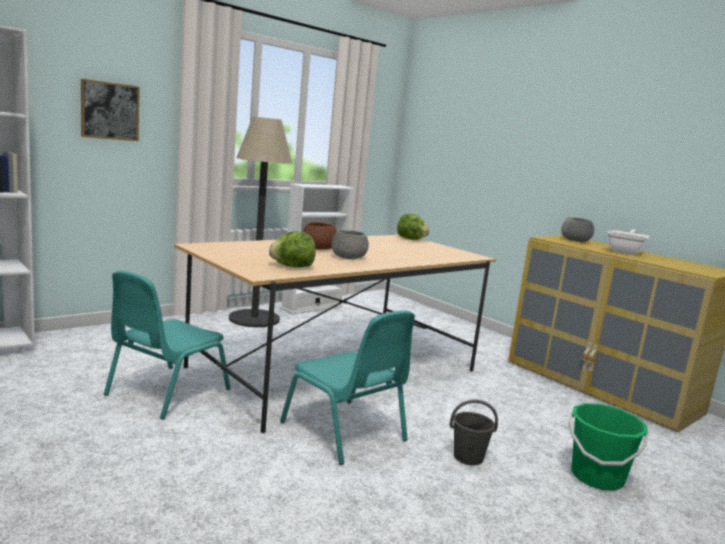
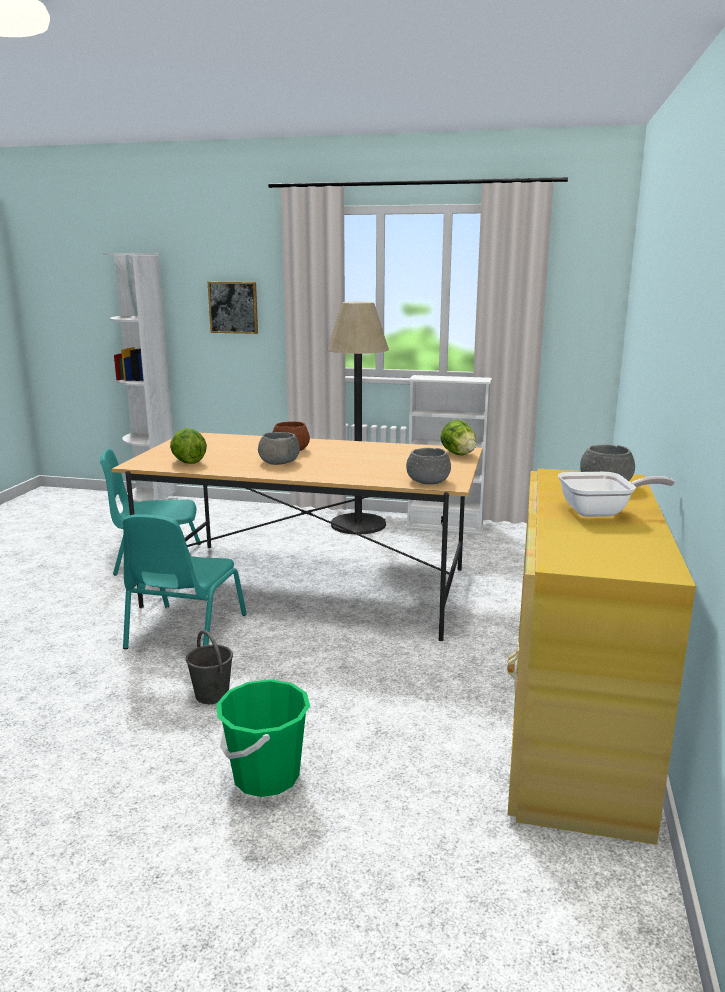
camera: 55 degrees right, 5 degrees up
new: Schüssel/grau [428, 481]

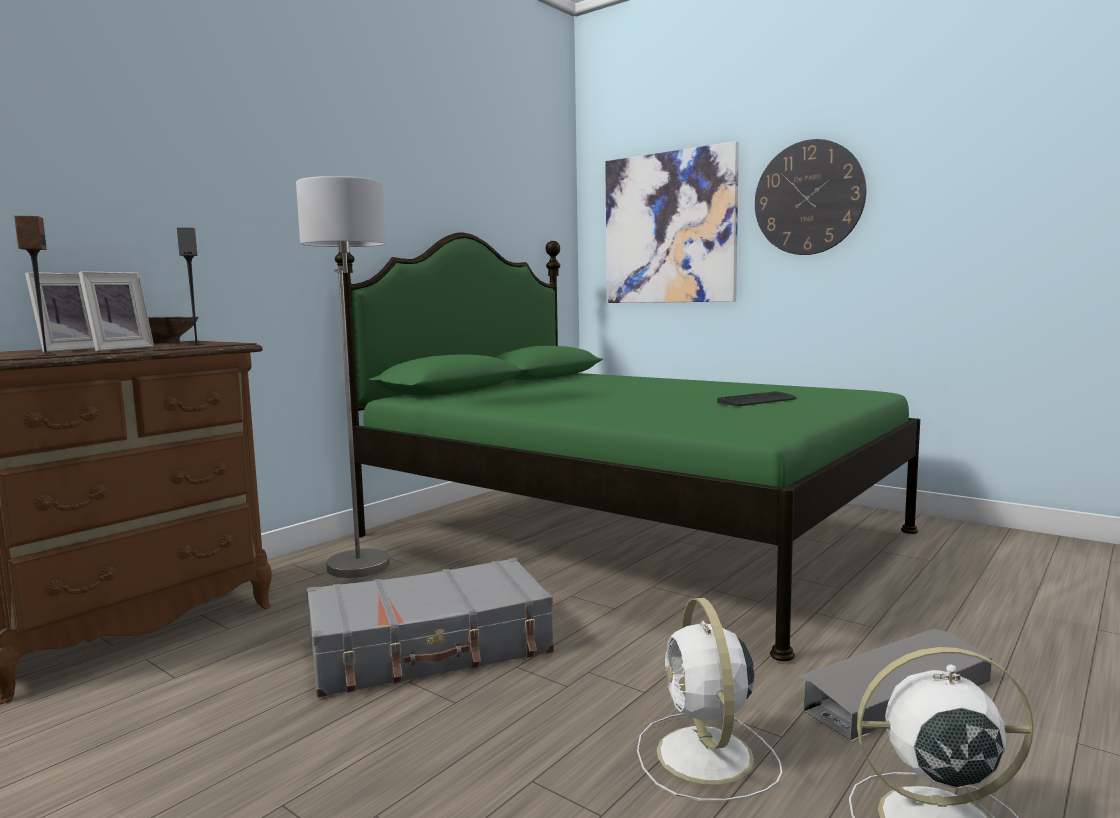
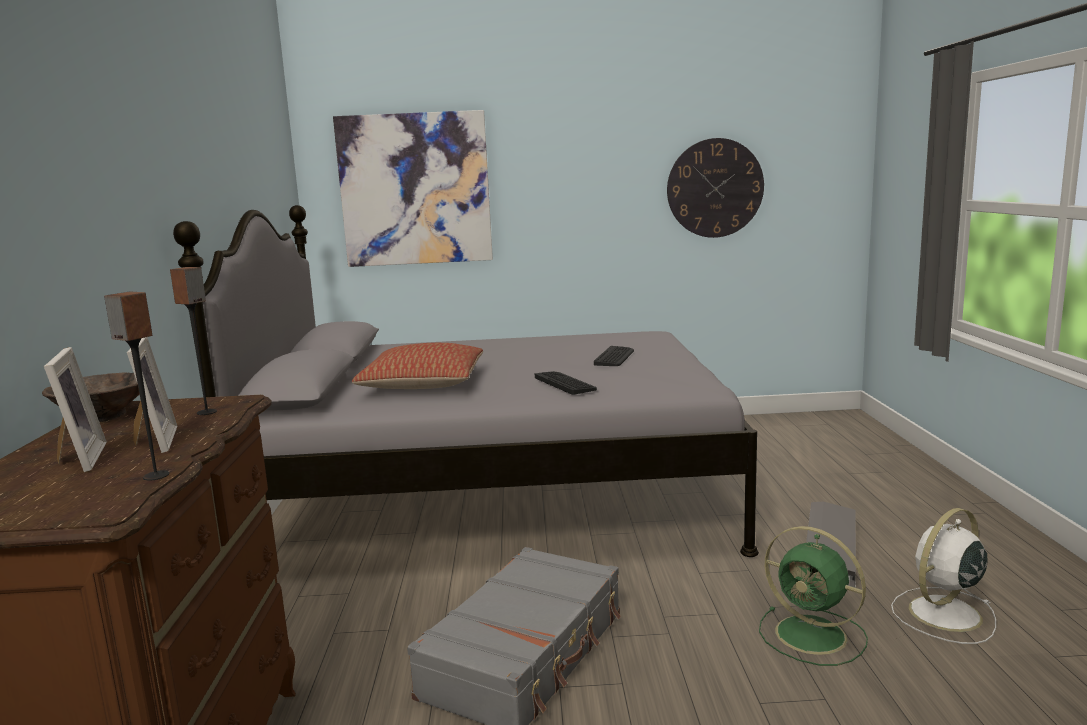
camera: 40 degrees left, 5 degrees up
gone: Stehlampe/grau [362, 572]
new: Kissen [423, 384]; Tastatur [565, 383]
shifted: Wanduhr [808, 198] to [715, 188]
repainted: Bett/grün [630, 534] to Bett/grau [498, 496]; Ventilator/weiß [706, 757] to Ventilator/grün [814, 636]

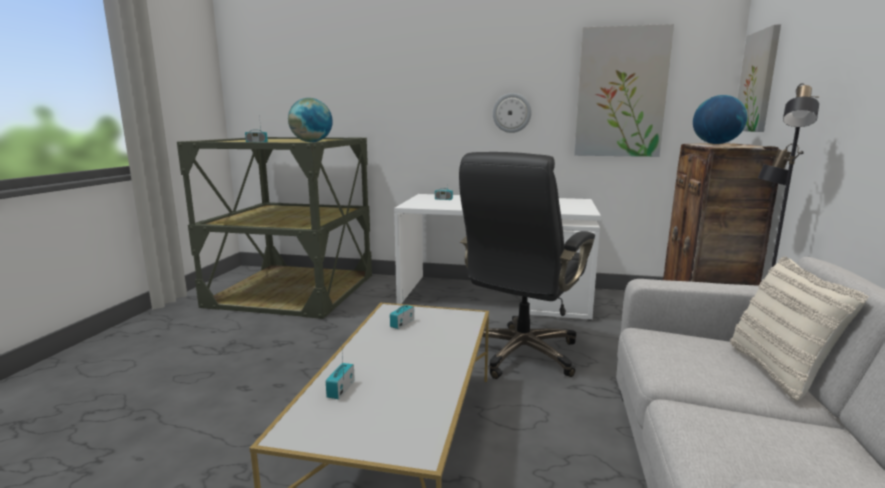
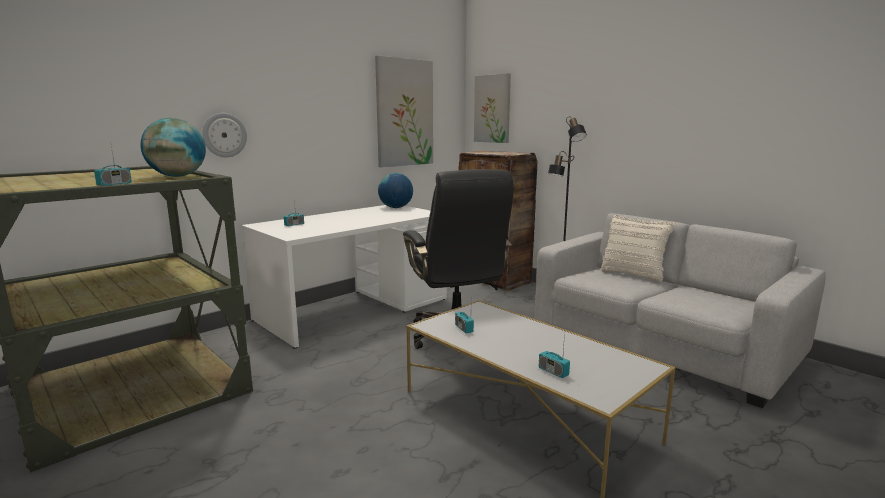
camera: 55 degrees left, 0 degrees up
shifted: Wanduhr [512, 113] to [224, 135]; Globus [715, 144] to [395, 207]

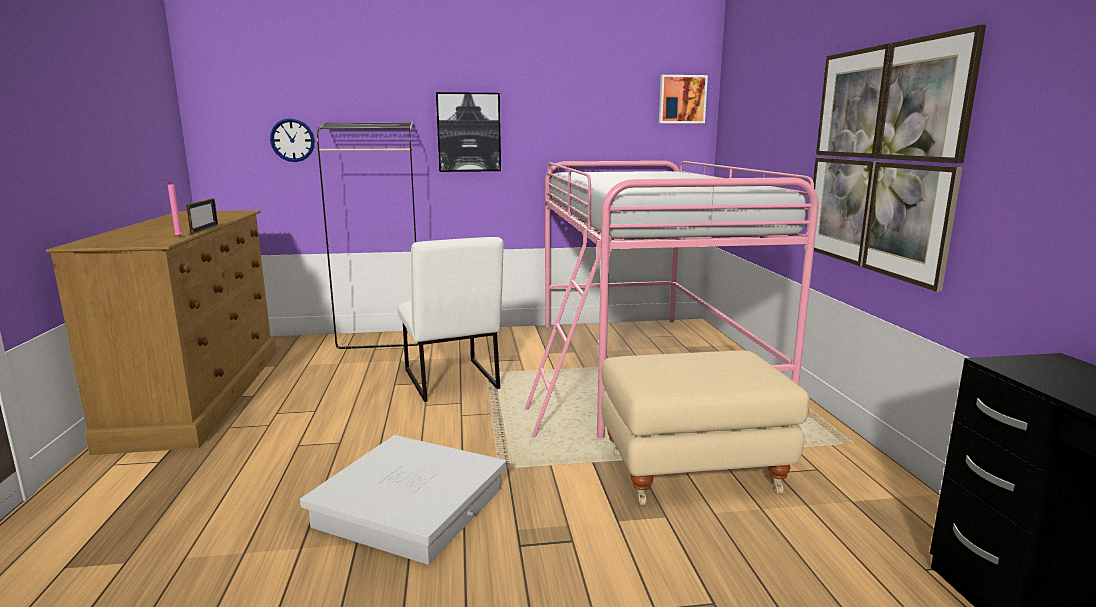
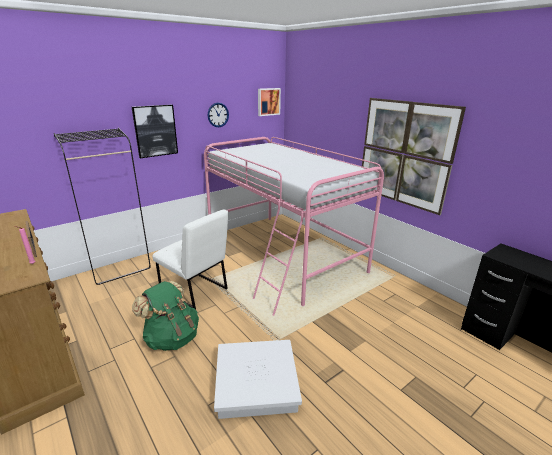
camera: 30 degrees left, 10 degrees up
gone: Polsterhocker/beige [693, 469]
new: Rucksack/grün [171, 338]
shifted: Wanduhr [292, 140] to [218, 115]

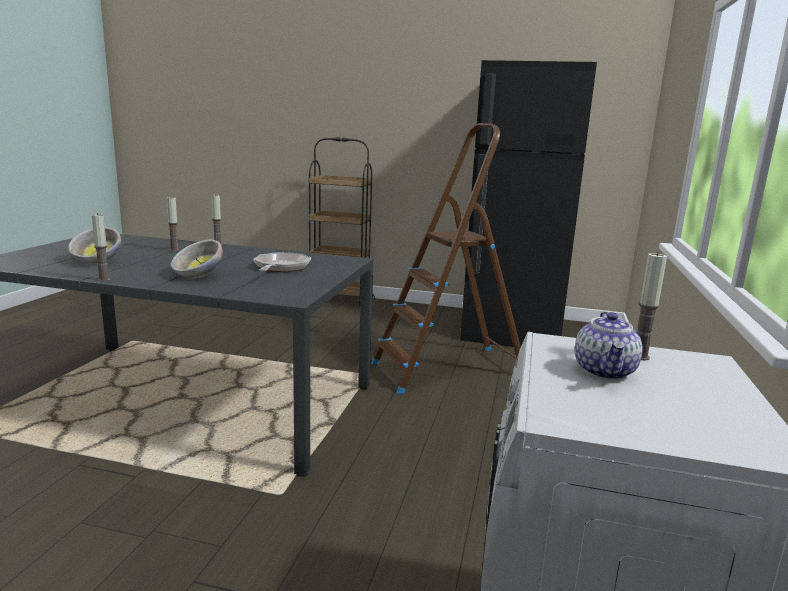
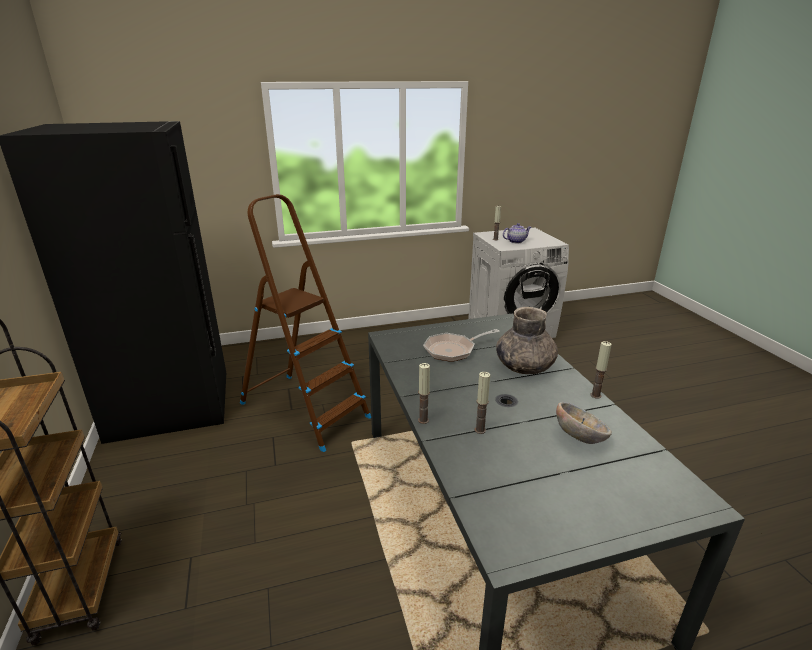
camera: 120 degrees left, 10 degrees up
swapped: Schüssel [198, 276] to Vase/grau [524, 366]

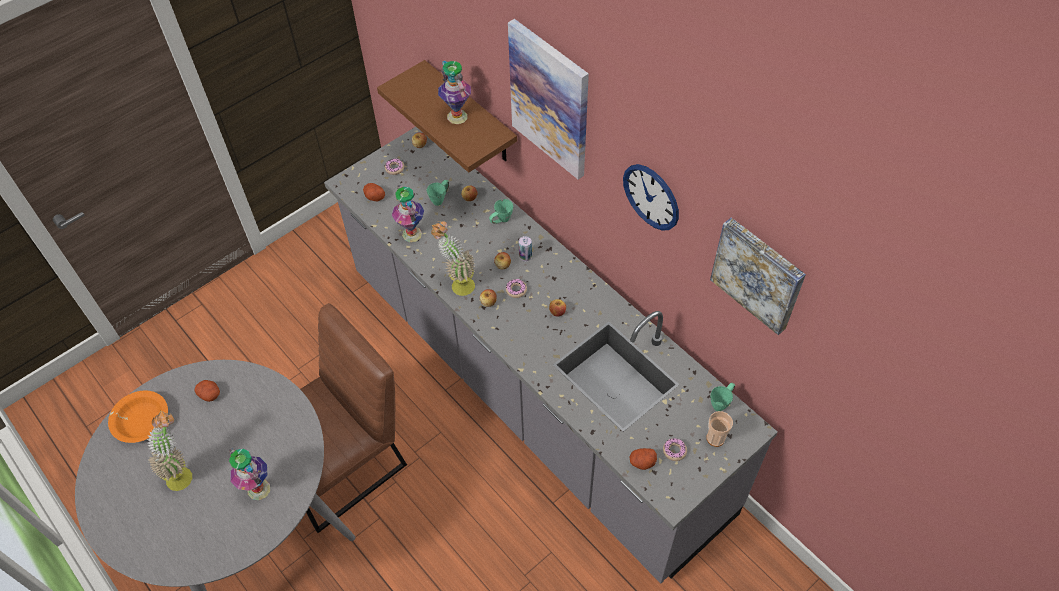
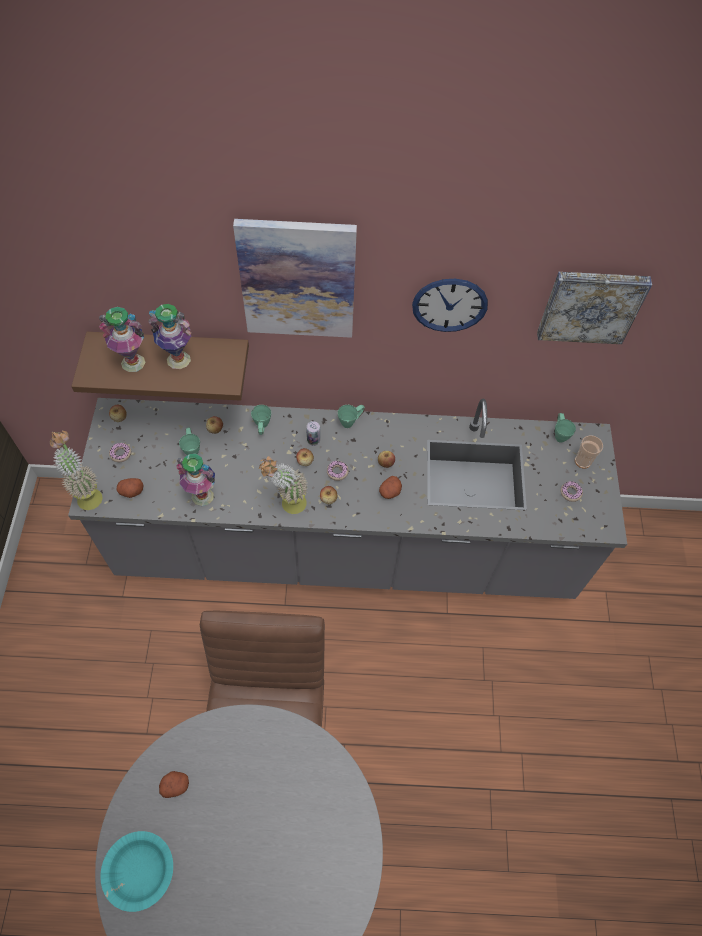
camera: 50 degrees left, 5 degrees up
new: Henkelbecher/grün [351, 421]
shifted: Topfpflanze [182, 472] to [87, 493]; Vase [259, 489] to [133, 362]; Kartoffel [642, 462] to [390, 492]
repainted: Schüssel/orange [142, 421] to Schüssel/türkis [139, 871]

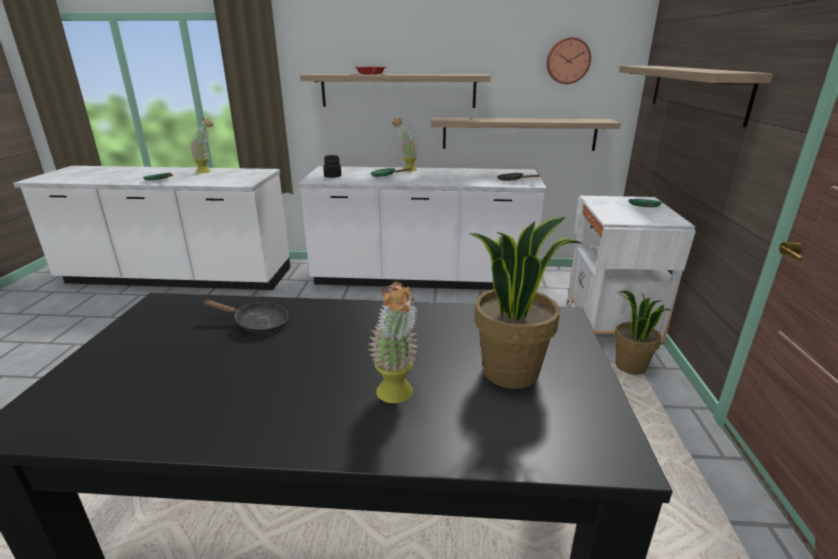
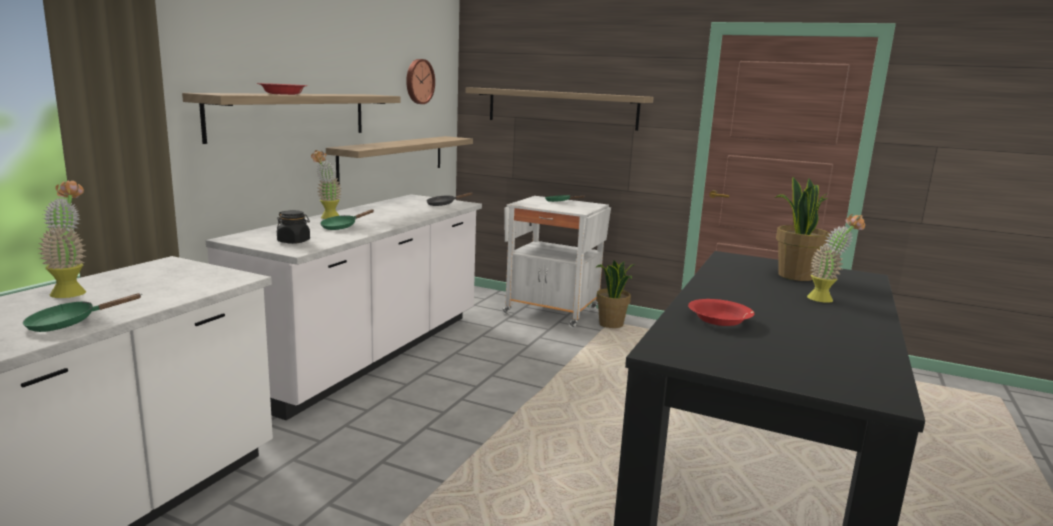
camera: 70 degrees left, 10 degrees down
swapped: Pfanne/schwarz [257, 323] to Schüssel/rot [719, 320]

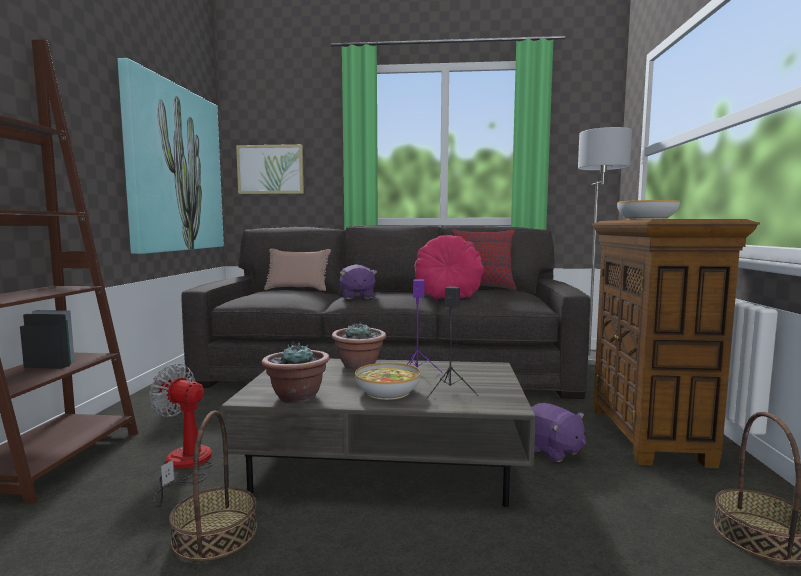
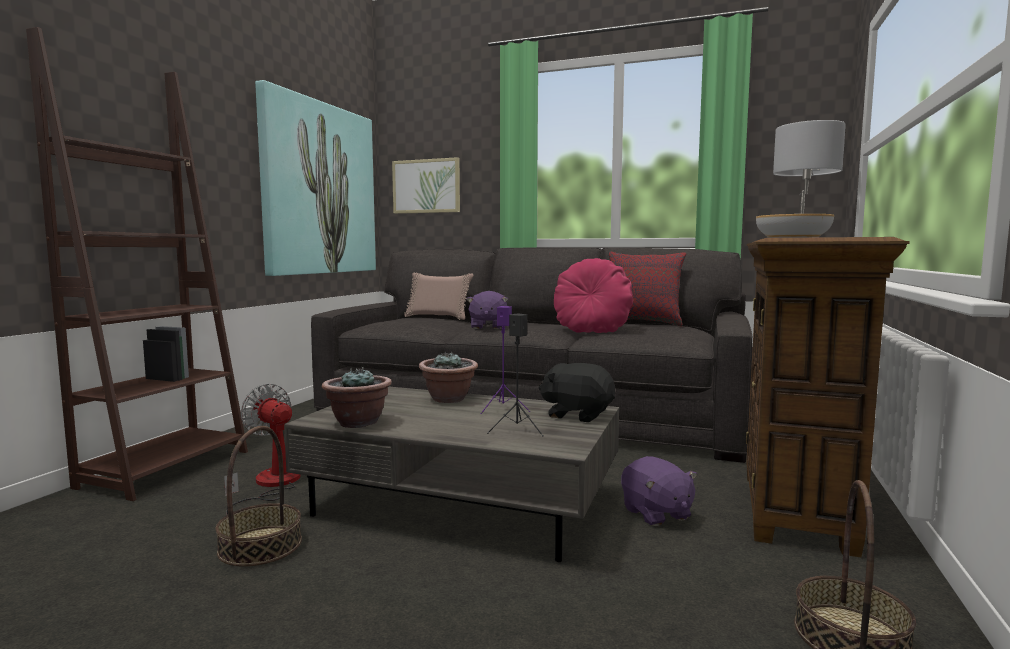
camera: 15 degrees right, 0 degrees up
gone: Schüssel [387, 392]
new: Plüschtier/schwarz [577, 414]

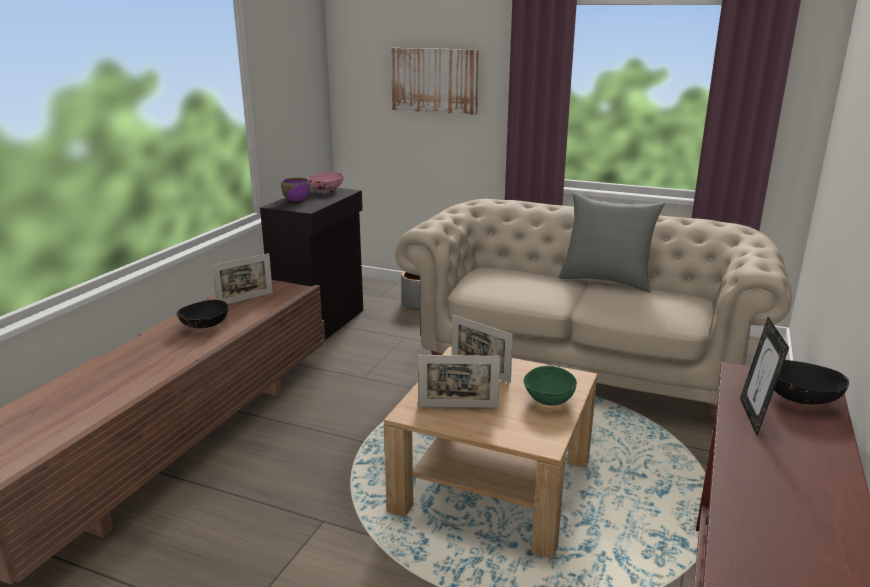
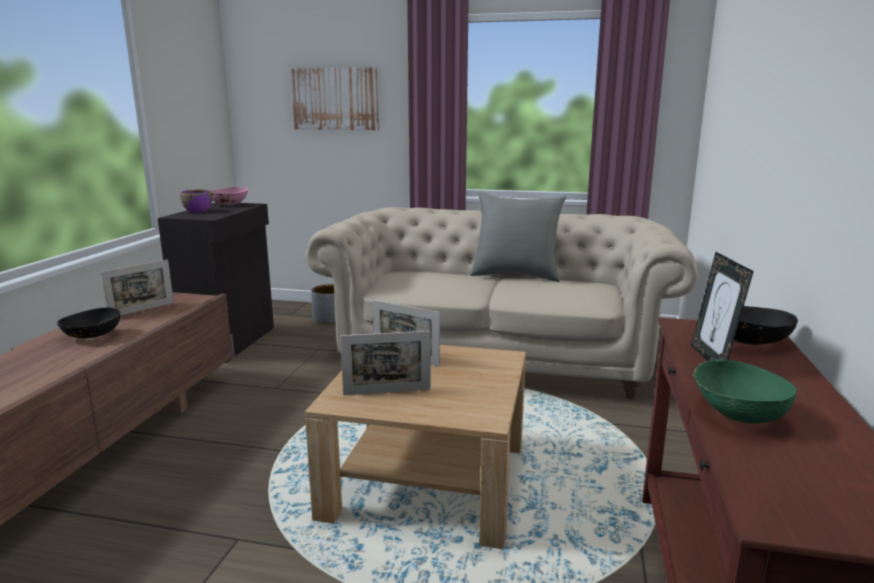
camera: 10 degrees left, 5 degrees down
shifted: Schüssel/grün [548, 399] to [736, 414]

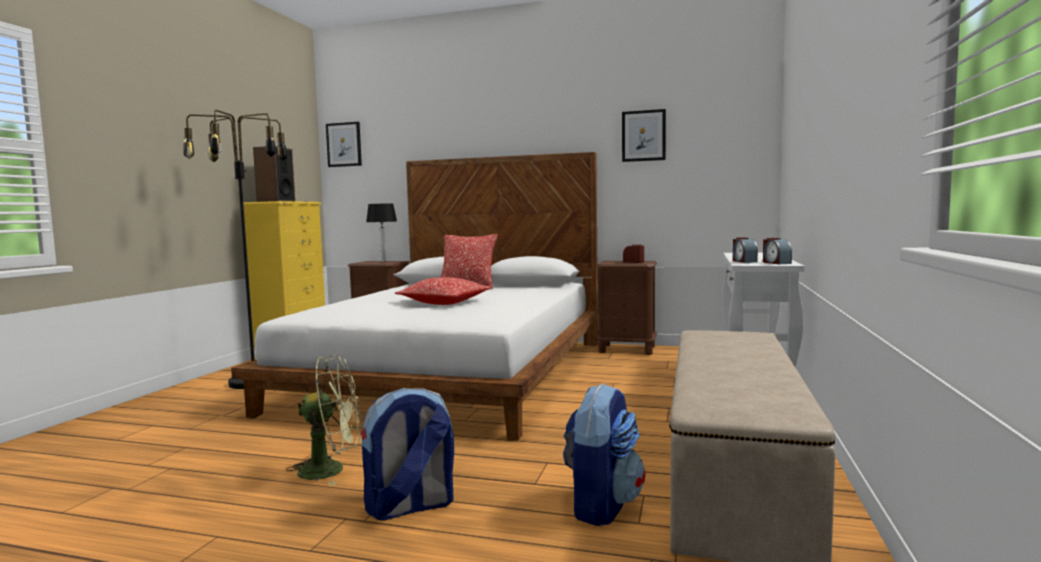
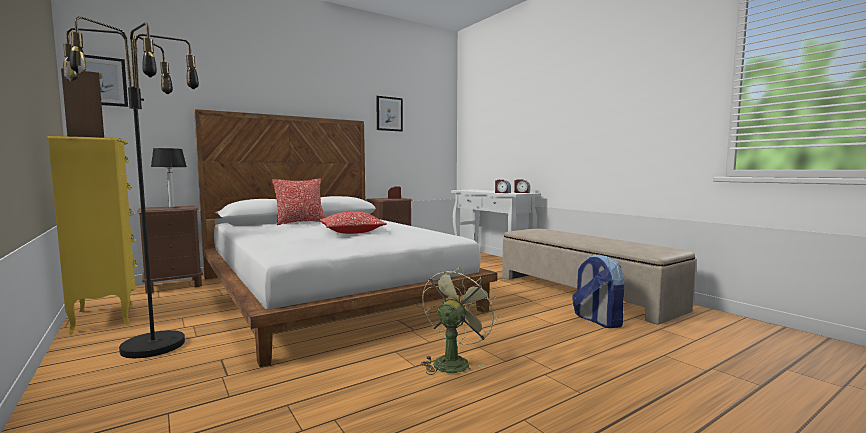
camera: 50 degrees left, 0 degrees up
gone: Rucksack [410, 507]

